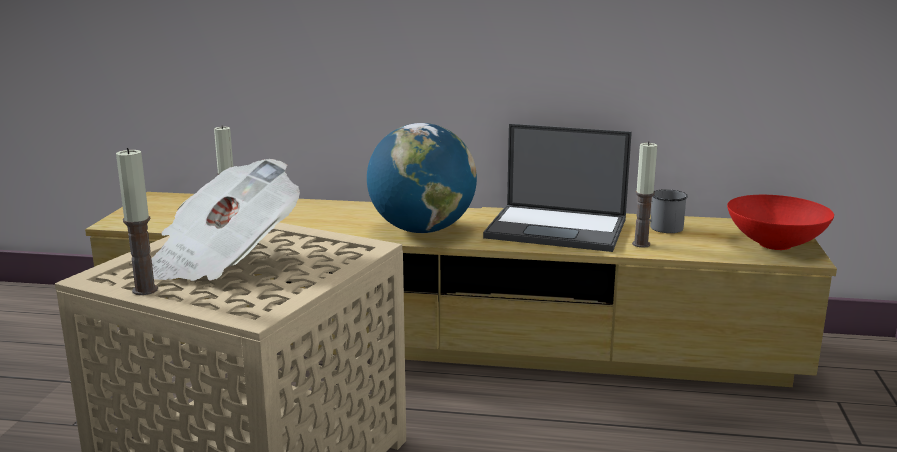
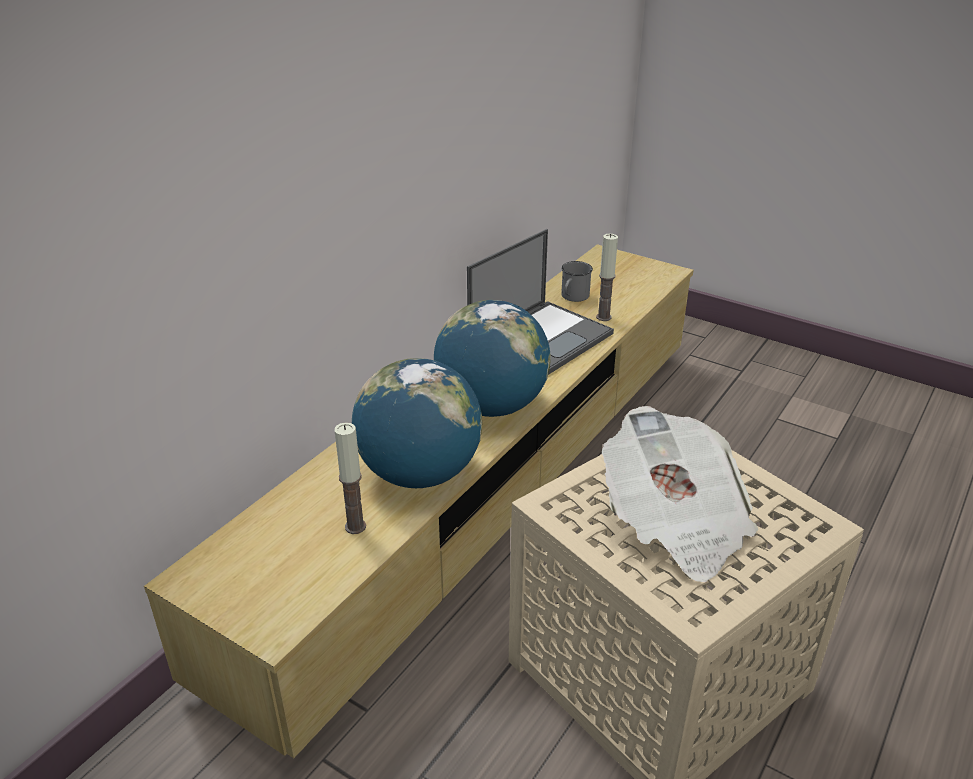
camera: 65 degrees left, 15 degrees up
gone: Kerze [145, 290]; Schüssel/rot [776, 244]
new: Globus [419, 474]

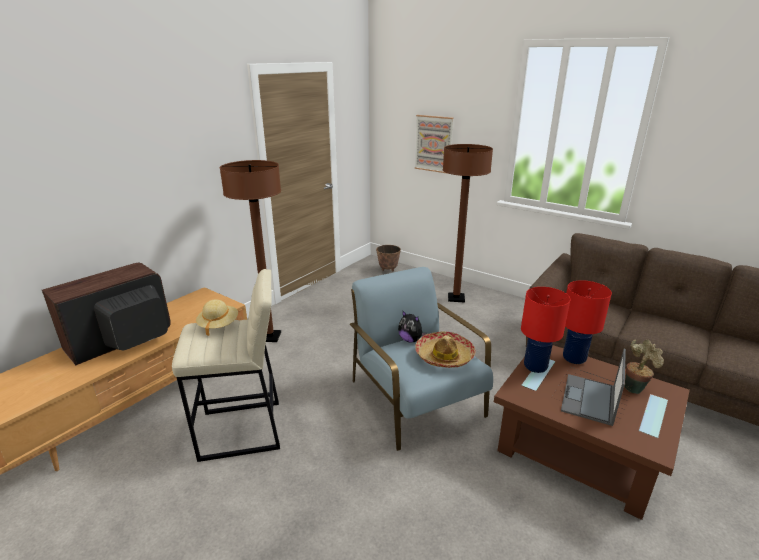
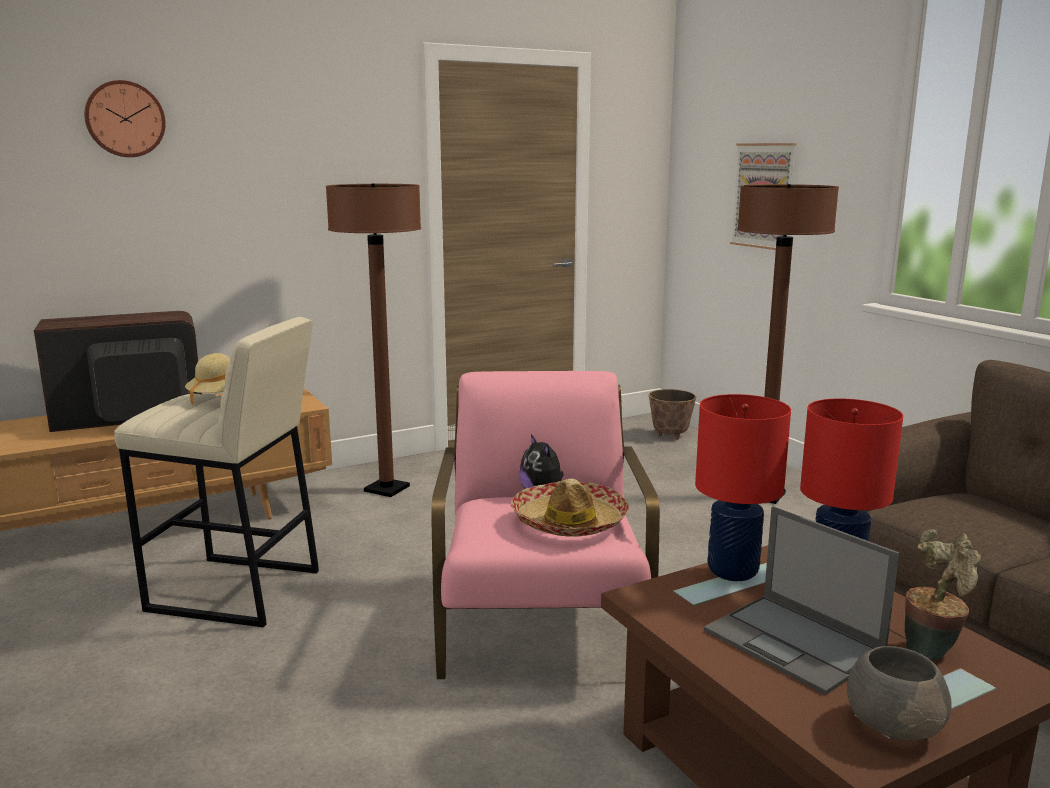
camera: 25 degrees right, 10 degrees down
new: Wanduhr [125, 119]; Schüssel/grau [893, 724]
repainted: Sessel/blau [417, 400] to Sessel/rosa [543, 621]
rotated: Laptop [589, 400] = [795, 643] 90 degrees counterclockwise

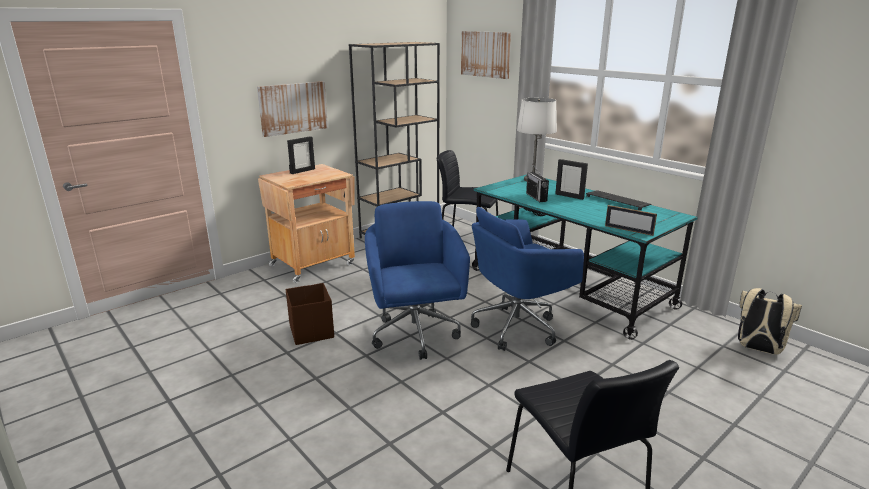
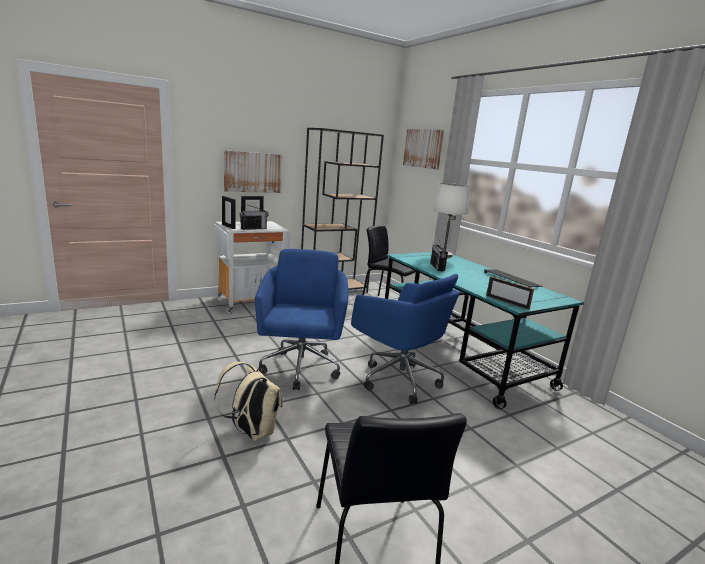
camera: 10 degrees right, 5 degrees down
gone: Aufbewahrungsbox/braun [311, 331]
new: Radio [253, 228]
shifted: Rucksack/beige [757, 349] to [251, 432]; Bilderrahmen [569, 196] to [229, 226]
repainted: Rollwagen/braun [313, 265] to Rollwagen/weiß [250, 302]
rotated: Bürostuhl/blau [519, 327] = [396, 379] 120 degrees counterclockwise

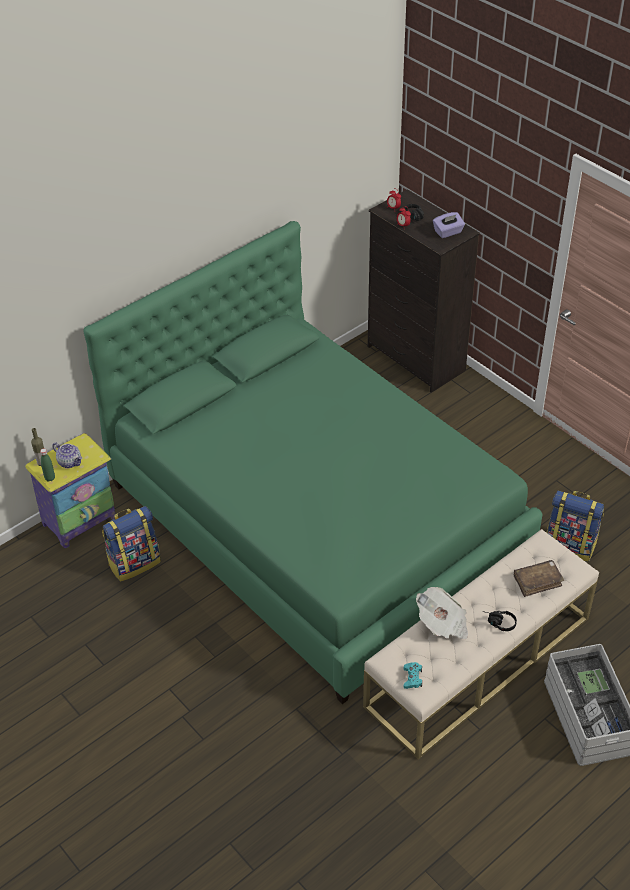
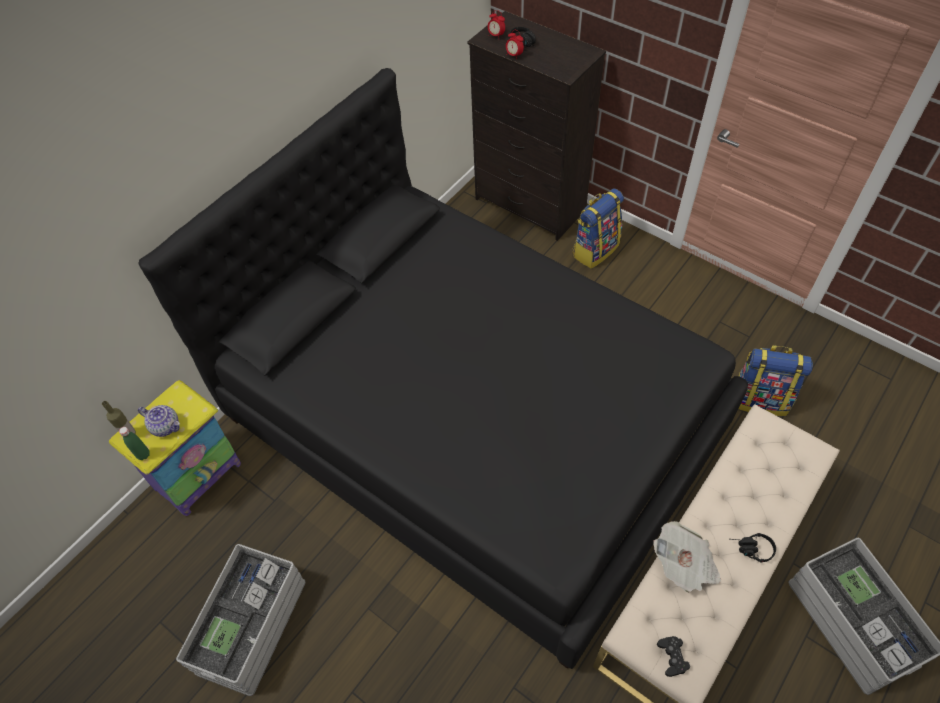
camera: 10 degrees left, 10 degrees up
gone: Taschentuchbox/lila [448, 232]; Buch/braun [537, 581]
new: Aufbewahrungsbox/grau [250, 625]
shifted: Rucksack [134, 562] to [595, 249]
repainted: Bett/grün [315, 521] to Bett/schwarz [473, 422]; Gamepad/türkis [412, 678] to Gamepad/schwarz [672, 657]

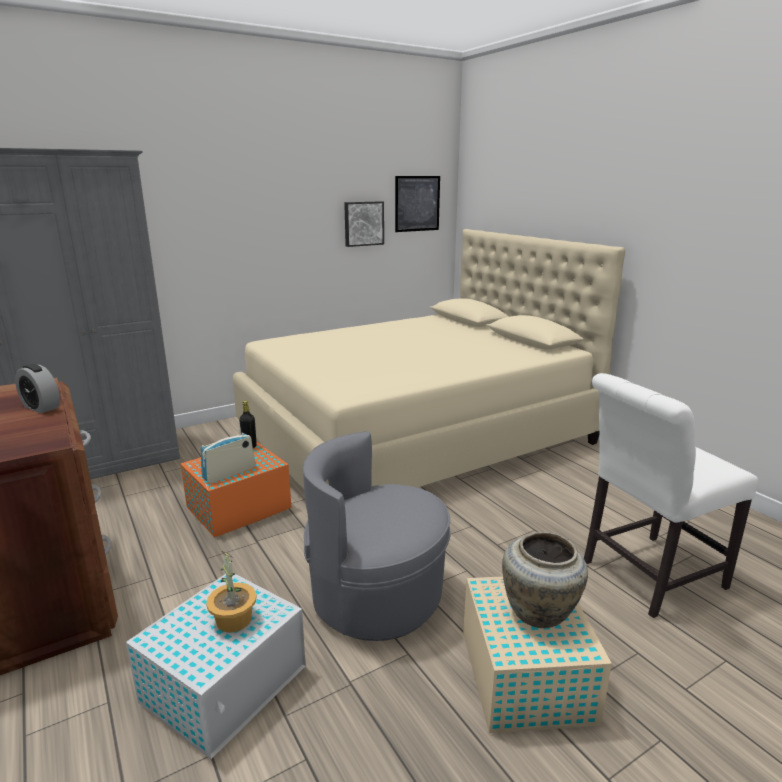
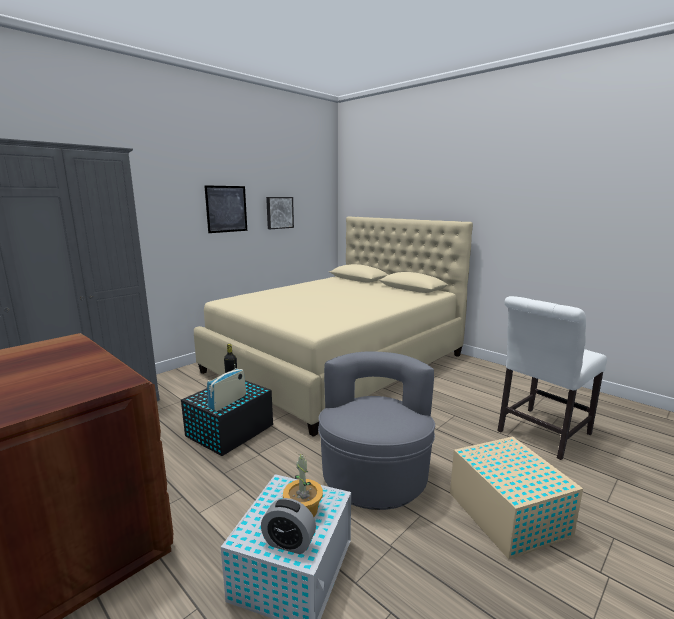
camera: 15 degrees left, 5 degrees down
gone: Vase/beige [540, 612]
shifted: Bild [417, 203] to [226, 209]; Wecker [41, 407] to [289, 543]
repainted: Aufbewahrungsbox/orange [237, 508] to Aufbewahrungsbox/schwarz [228, 431]
rotated: Sessel/grau [378, 595] = [374, 477] 105 degrees clockwise

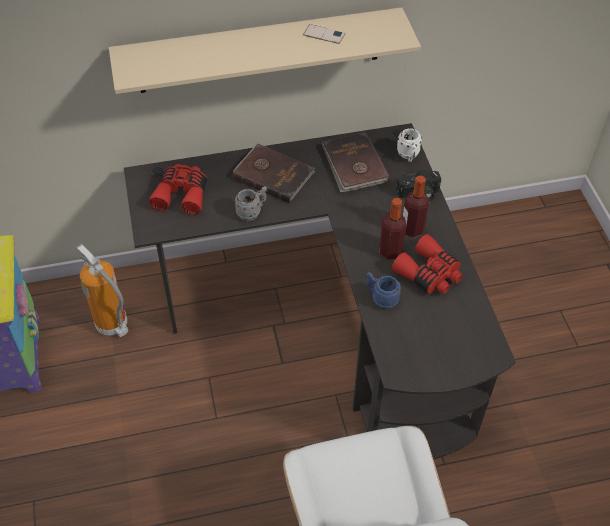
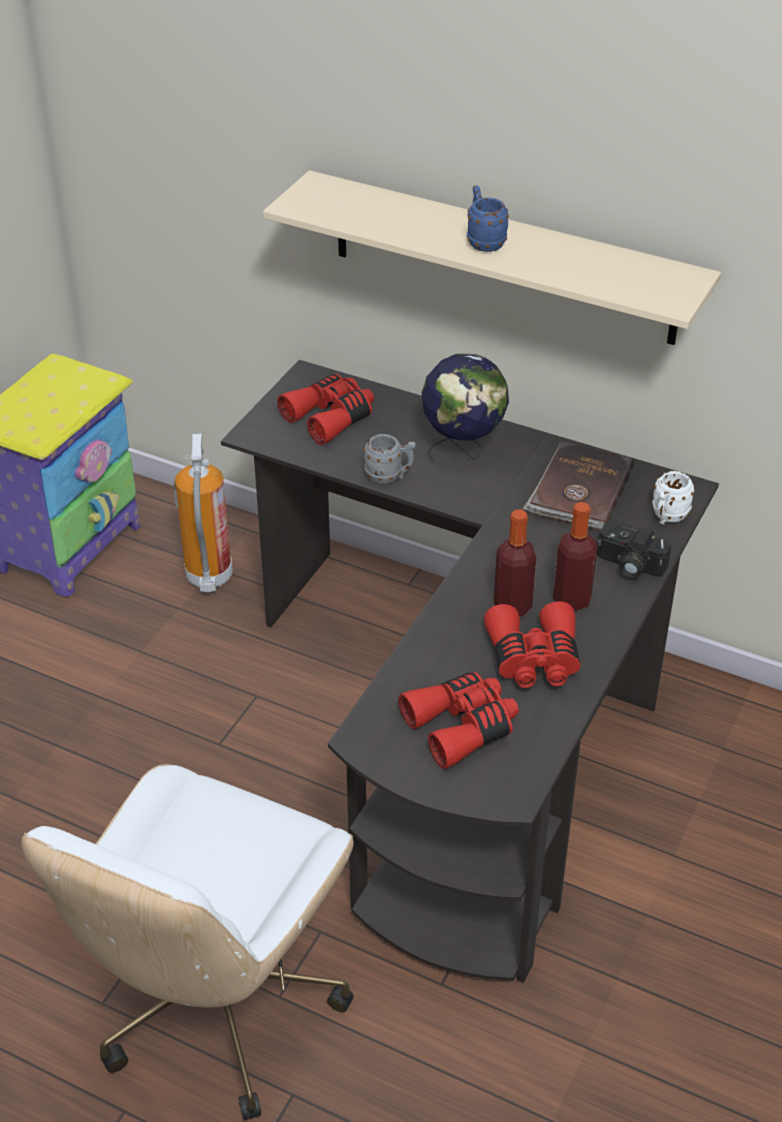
camera: 40 degrees right, 10 degrees down
gone: Handy [324, 34]
new: Fernglas/rot [462, 726]
shifted: Henkelbecher/blau [381, 299] to [483, 241]
swapped: Buch/braun [273, 175] to Globus [463, 450]

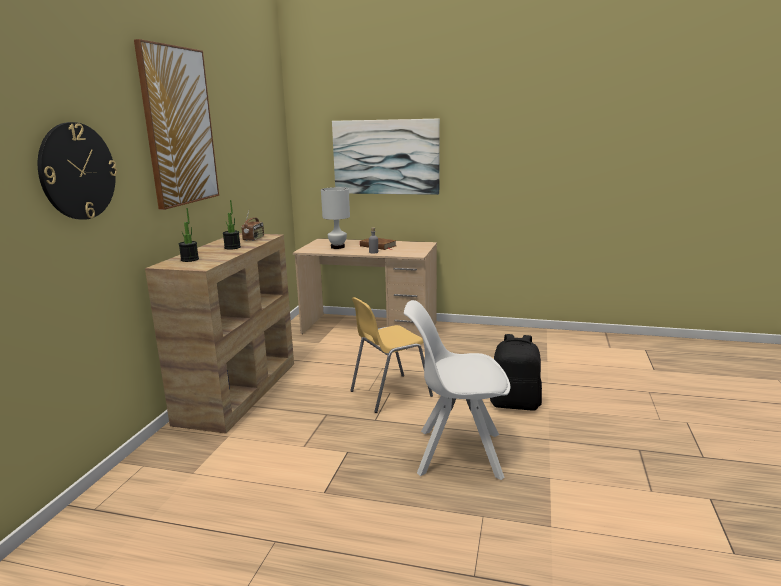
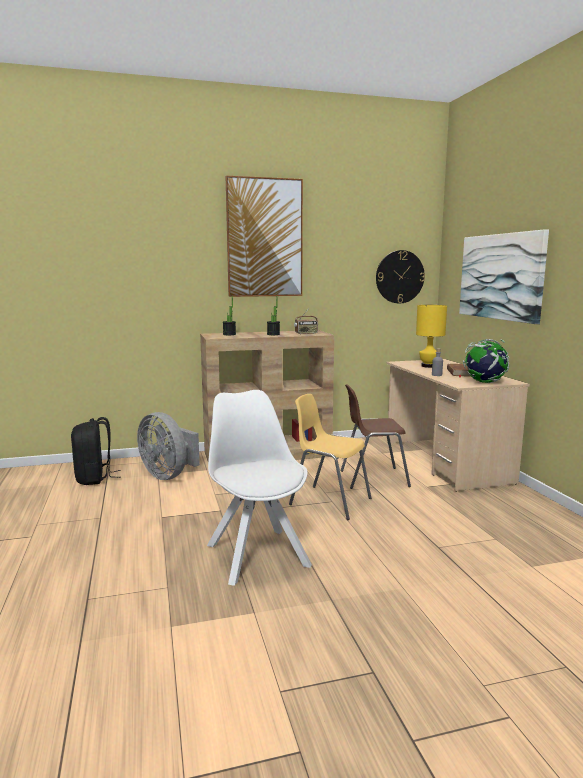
camera: 60 degrees right, 5 degrees down
new: Ventilator/grau [168, 475]; Stuhl/braun [373, 478]; Globus [484, 382]
shifted: Rucksack/schwarz [515, 404] to [95, 478]; Wanduhr [77, 171] to [399, 277]
repainted: Tischlampe/weiß [338, 247] to Tischlampe/gelb [429, 366]

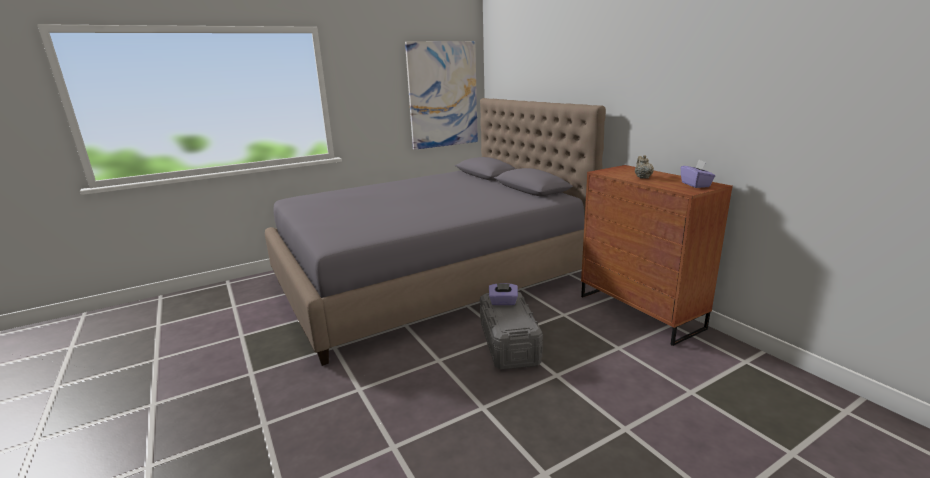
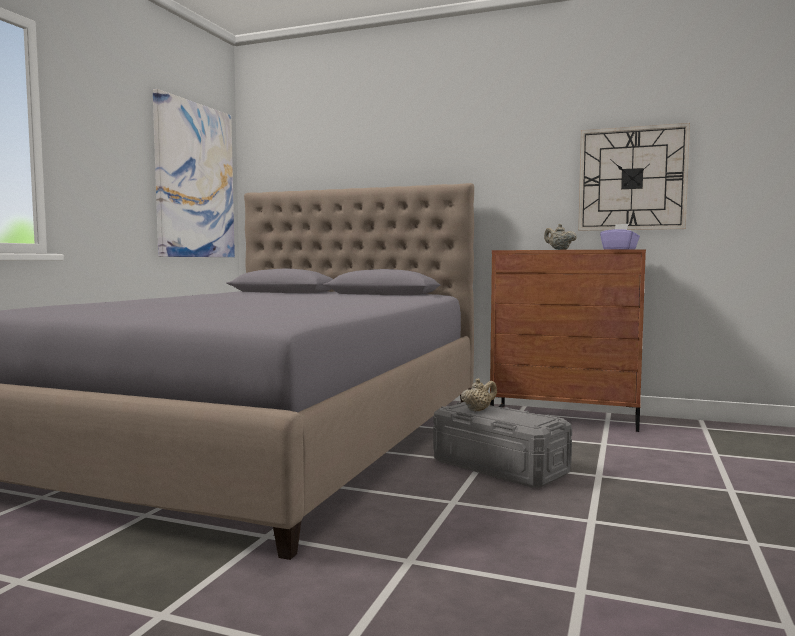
camera: 40 degrees left, 15 degrees down
new: Wanduhr [632, 179]
swapped: Taschentuchbox/lila [503, 302] to Teekanne/beige [478, 410]

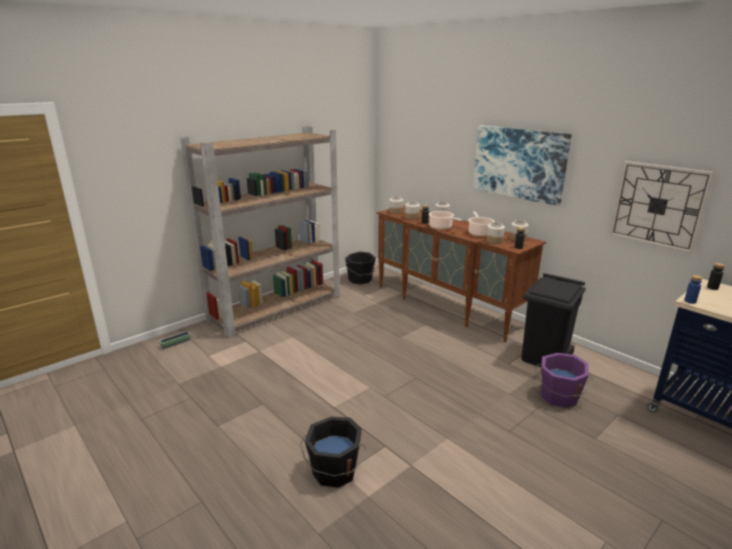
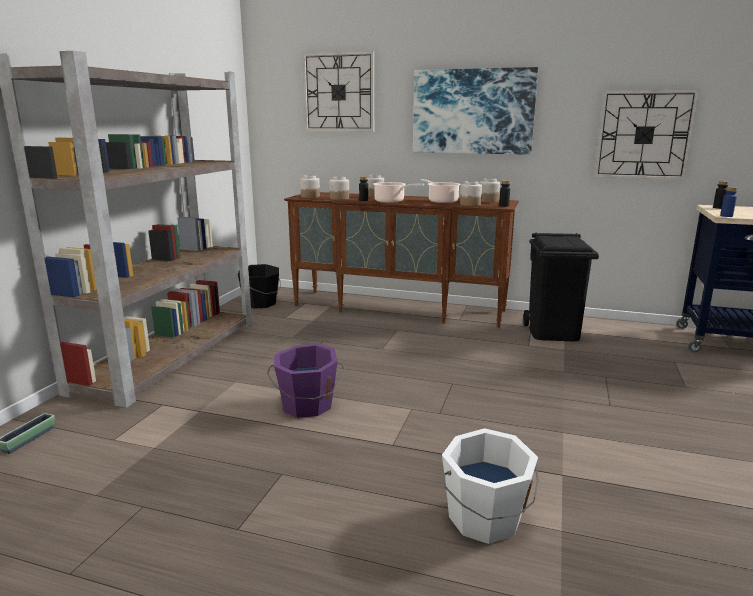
camera: 30 degrees left, 5 degrees down
new: Wanduhr [339, 92]
shifted: Eimer/lila [558, 397] to [307, 406]
repainted: Eimer/schwarz [334, 472] to Eimer/weiß [485, 519]

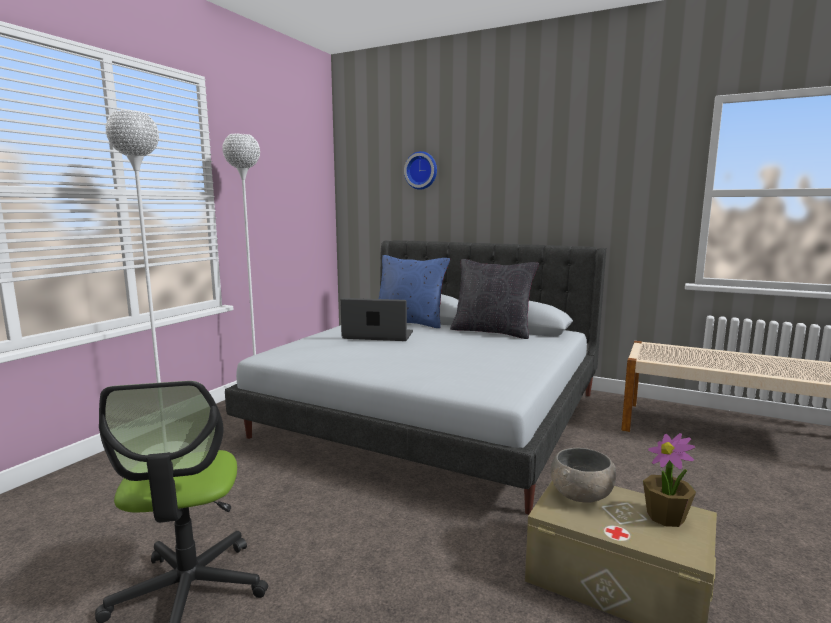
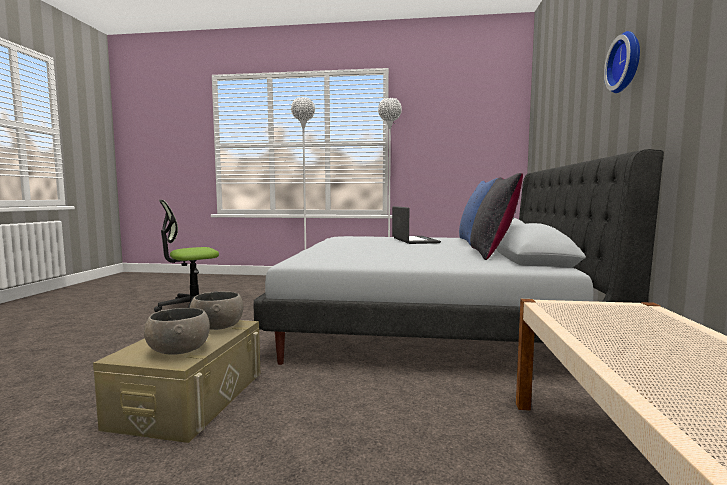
camera: 70 degrees right, 5 degrees down
shifted: Wanduhr [421, 170] to [627, 62]
swapped: Topfpflanze [666, 517] to Schüssel/grau [178, 350]

